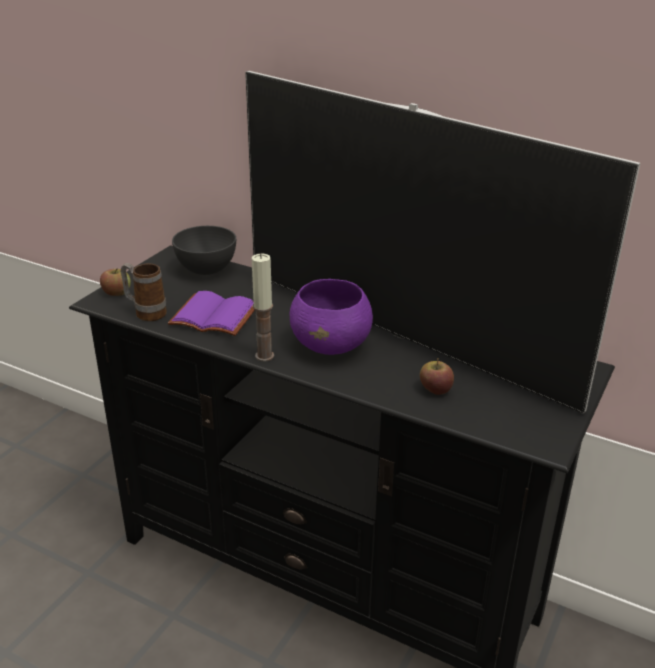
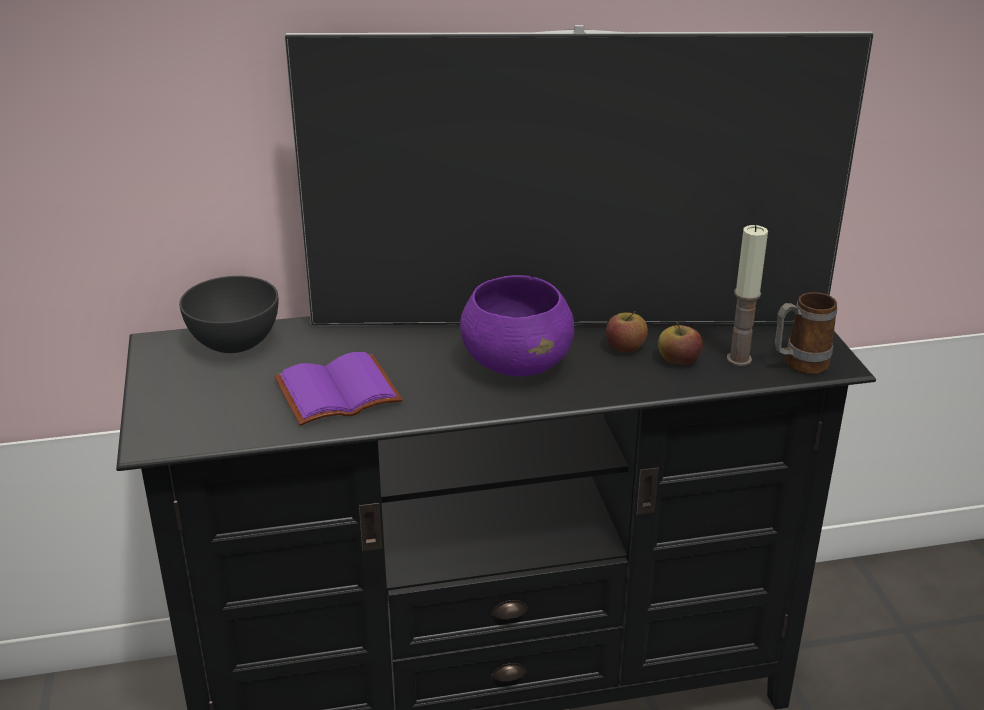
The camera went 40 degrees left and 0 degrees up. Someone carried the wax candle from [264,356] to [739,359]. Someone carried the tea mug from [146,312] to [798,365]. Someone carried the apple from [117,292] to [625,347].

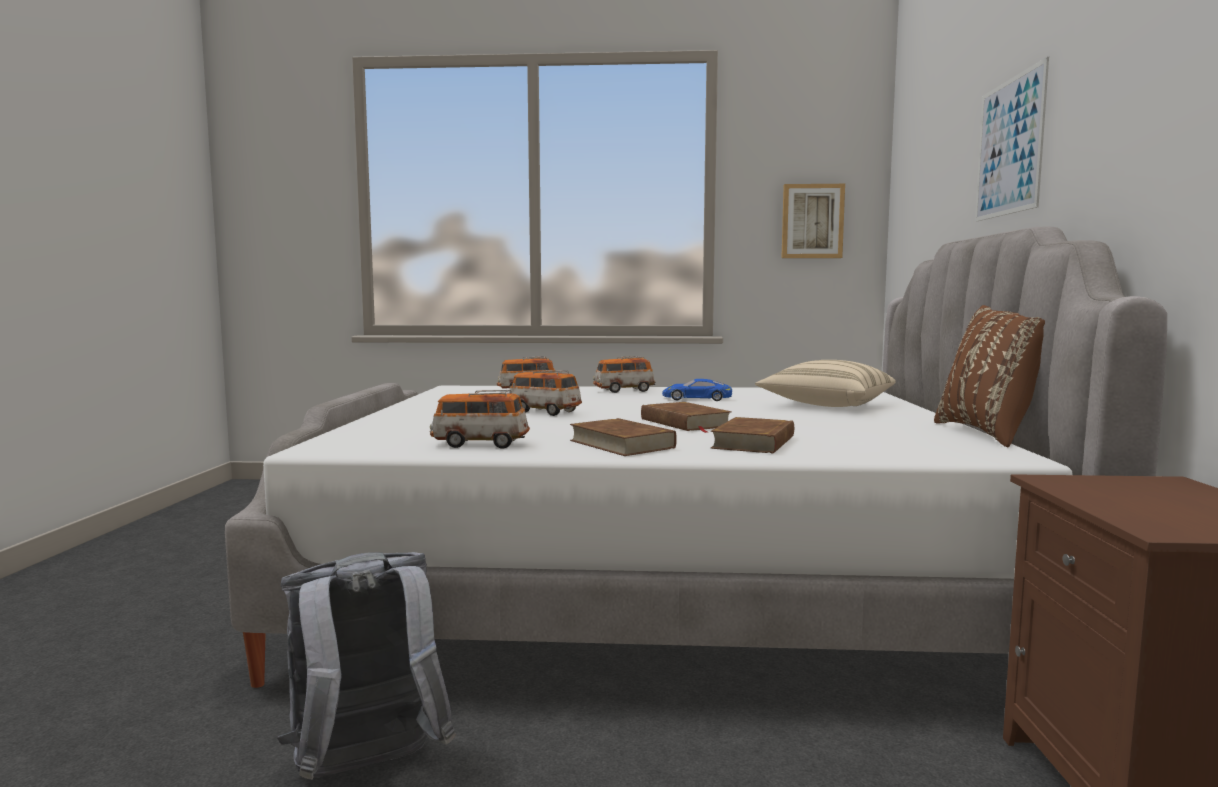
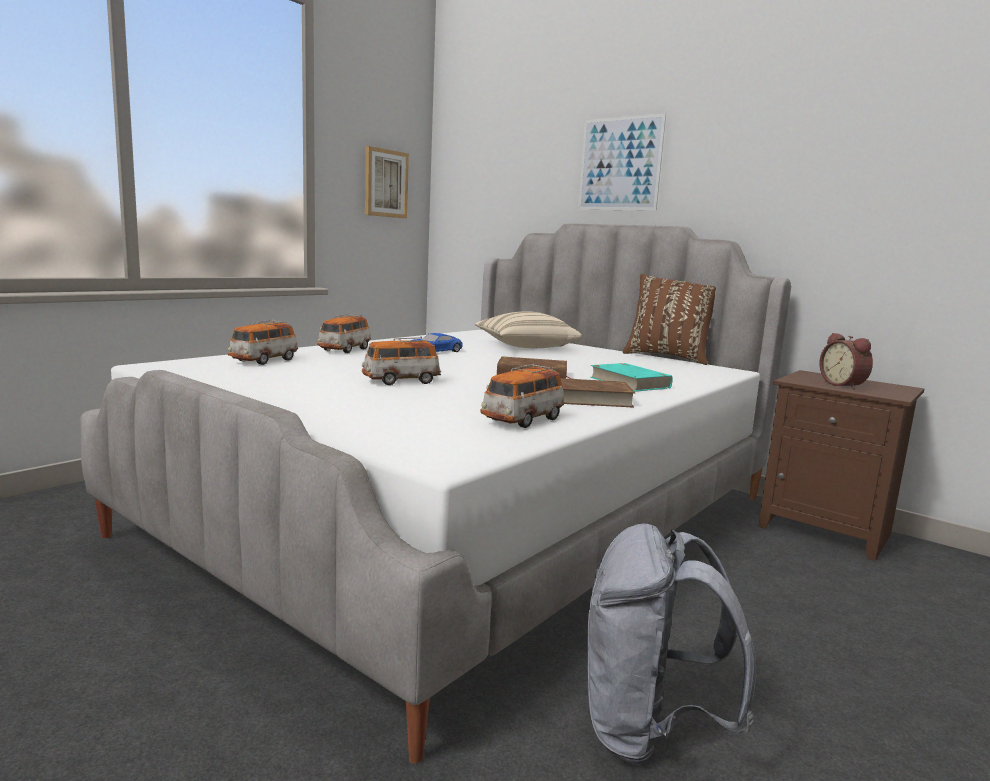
The camera went 55 degrees left and 5 degrees up. Someone repainted the book (brown-coloured) at [754,442], which became the book (turquoise-coloured) at [629,382]. Someone put down the alarm clock at [844,385].

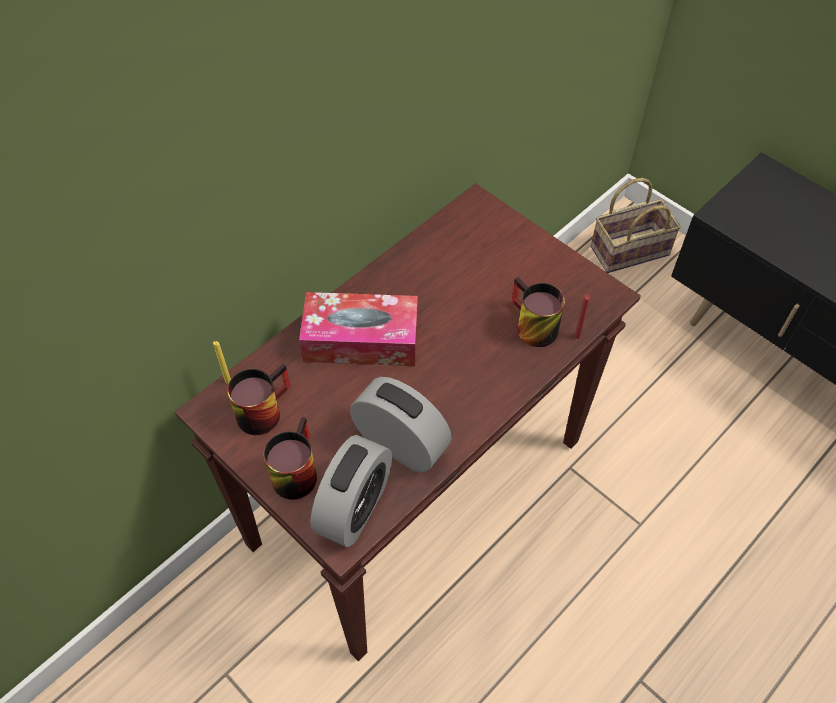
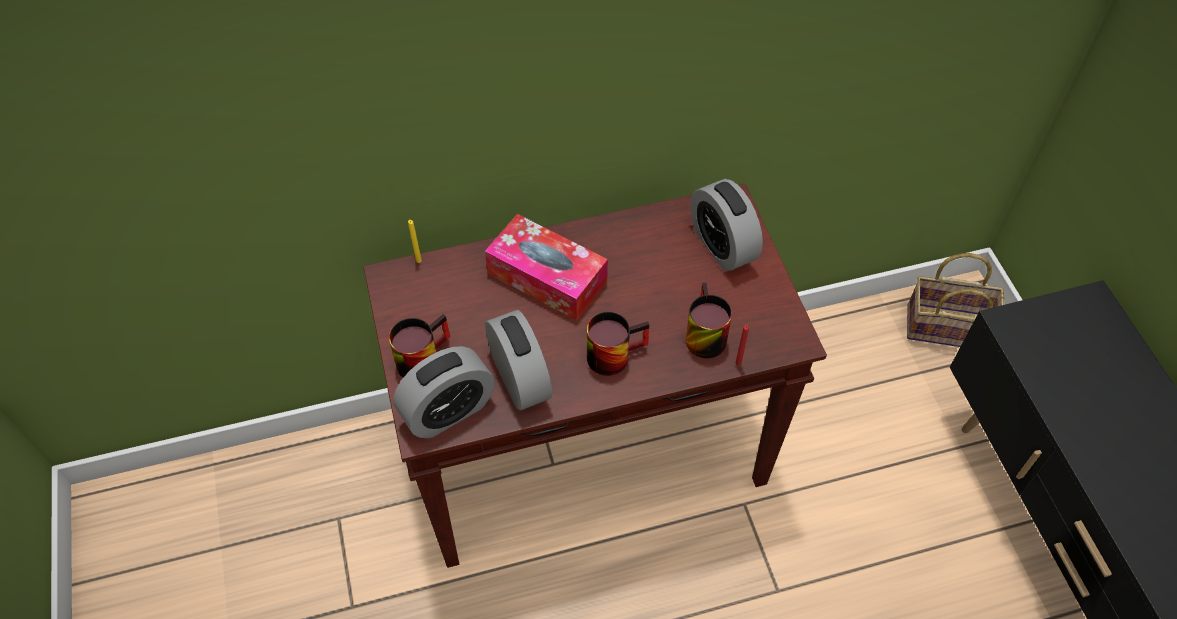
The camera went 30 degrees right and 0 degrees up. Someone carried the tea mug from [261,408] to [613,352]. Someone put down the alarm clock at [722,246].

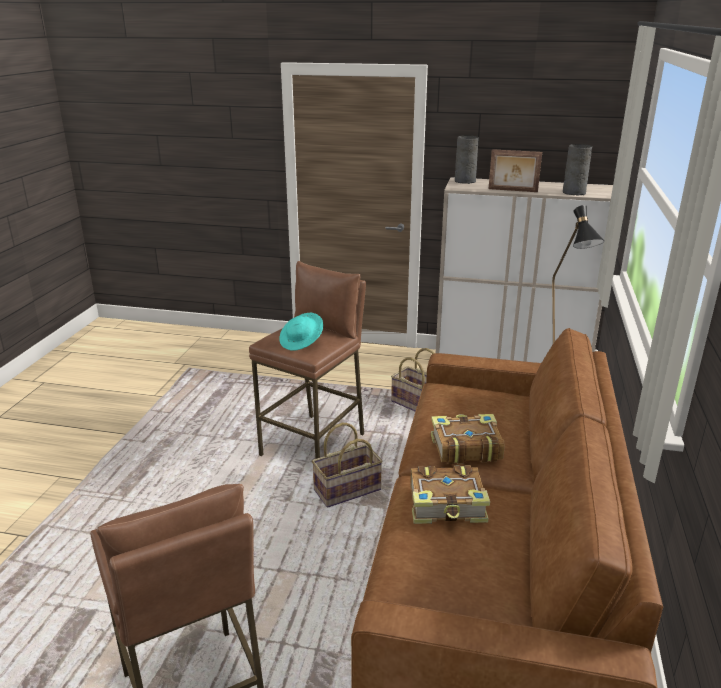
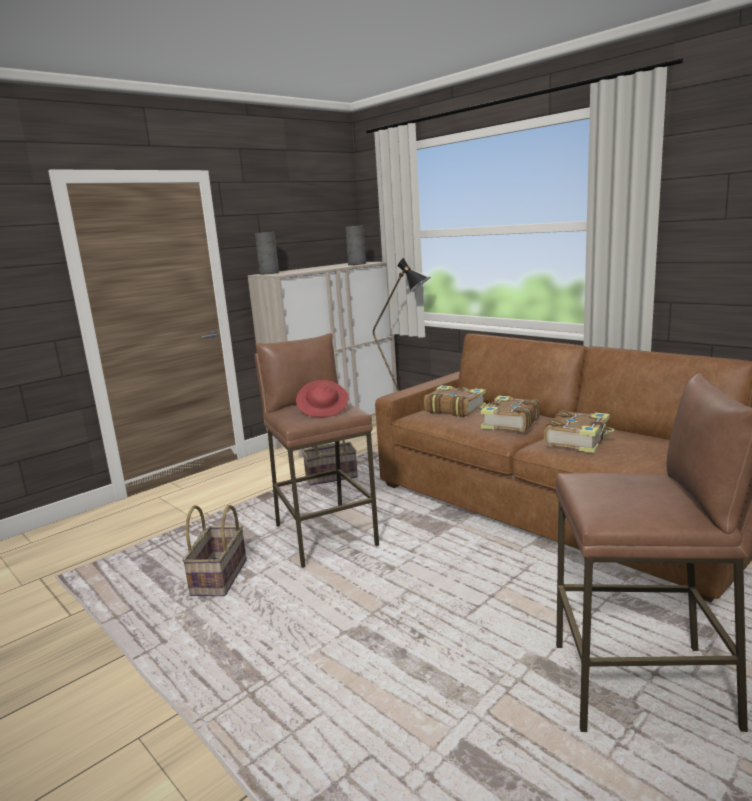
The camera went 55 degrees left and 10 degrees down. Someone took away the standing frame at [512,190]. Someone repainted the clothing hat (turquoise-coloured) at [302,342], which became the clothing hat (reddish) at [323,410]. Someone carried the household basket from [347,491] to [220,578]. Someone put down the book at [454,409].

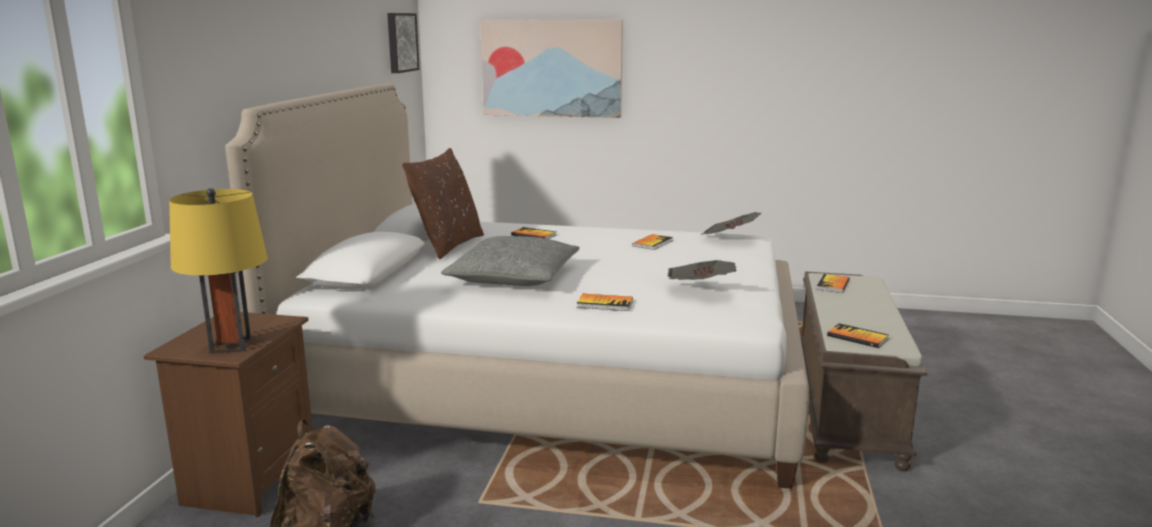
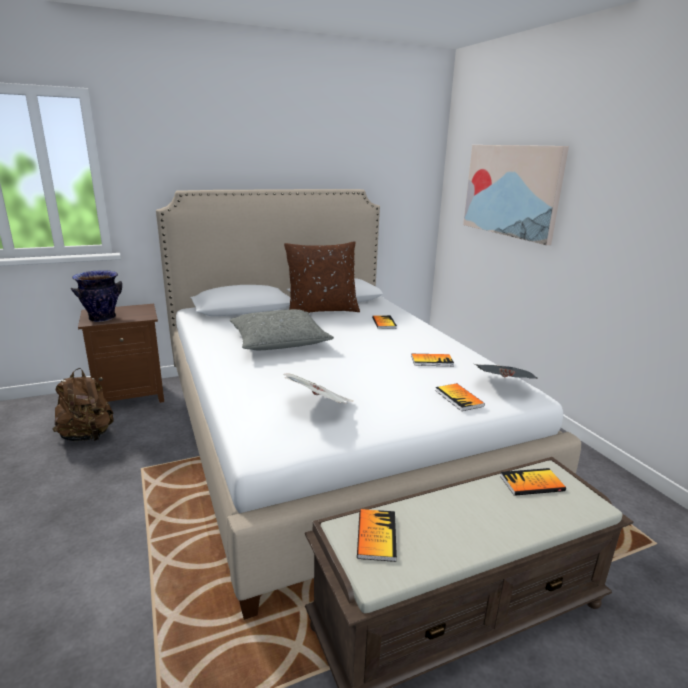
The camera went 55 degrees right and 5 degrees up. Someone took away the picture at [400,42]. Someone swapped the lamp for a table (yellowish) at [230,345] for the vase at [102,318]. Someone carried the book from [605,304] to [459,398].

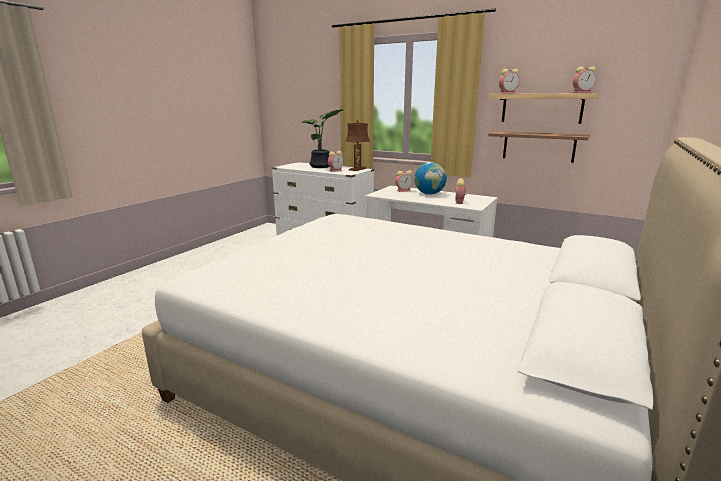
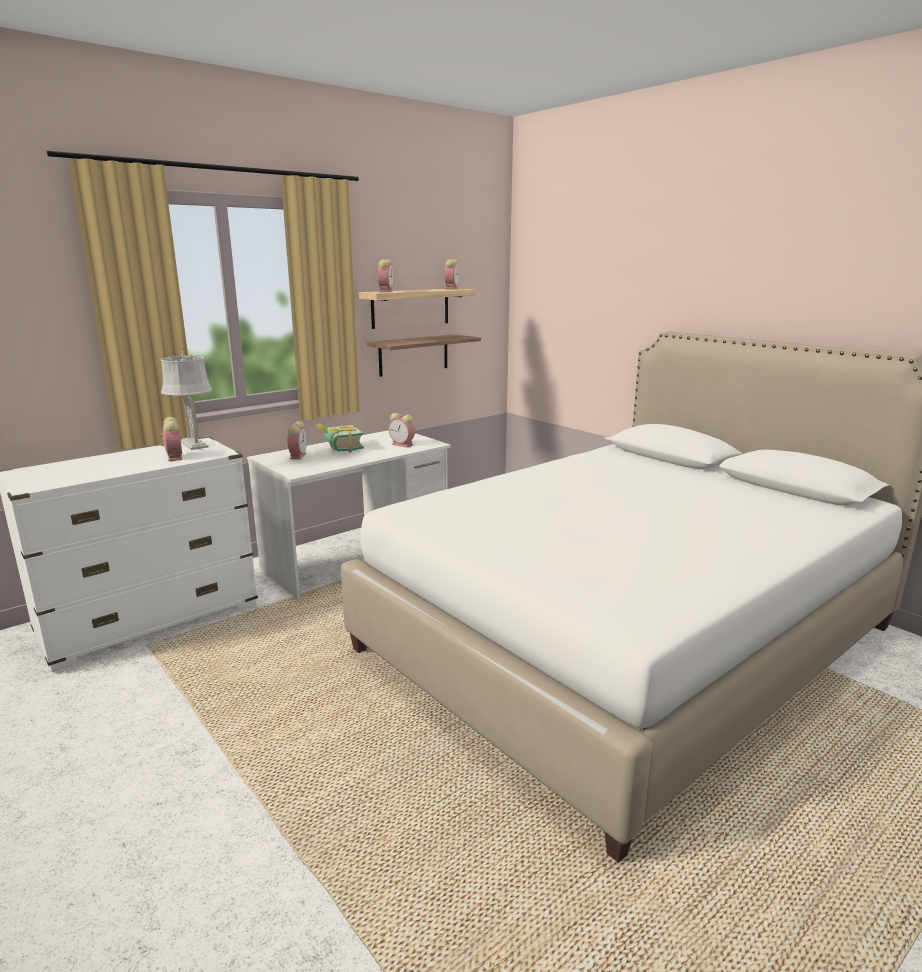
The camera went 70 degrees left and 0 degrees up. Someone took away the houseplant at [322,167]. Someone repainted the lamp for a table (brown-coloured) at [357,169], which became the lamp for a table (greyish) at [194,444]. Someone swapped the desk globe at [429,194] for the book at [339,448].

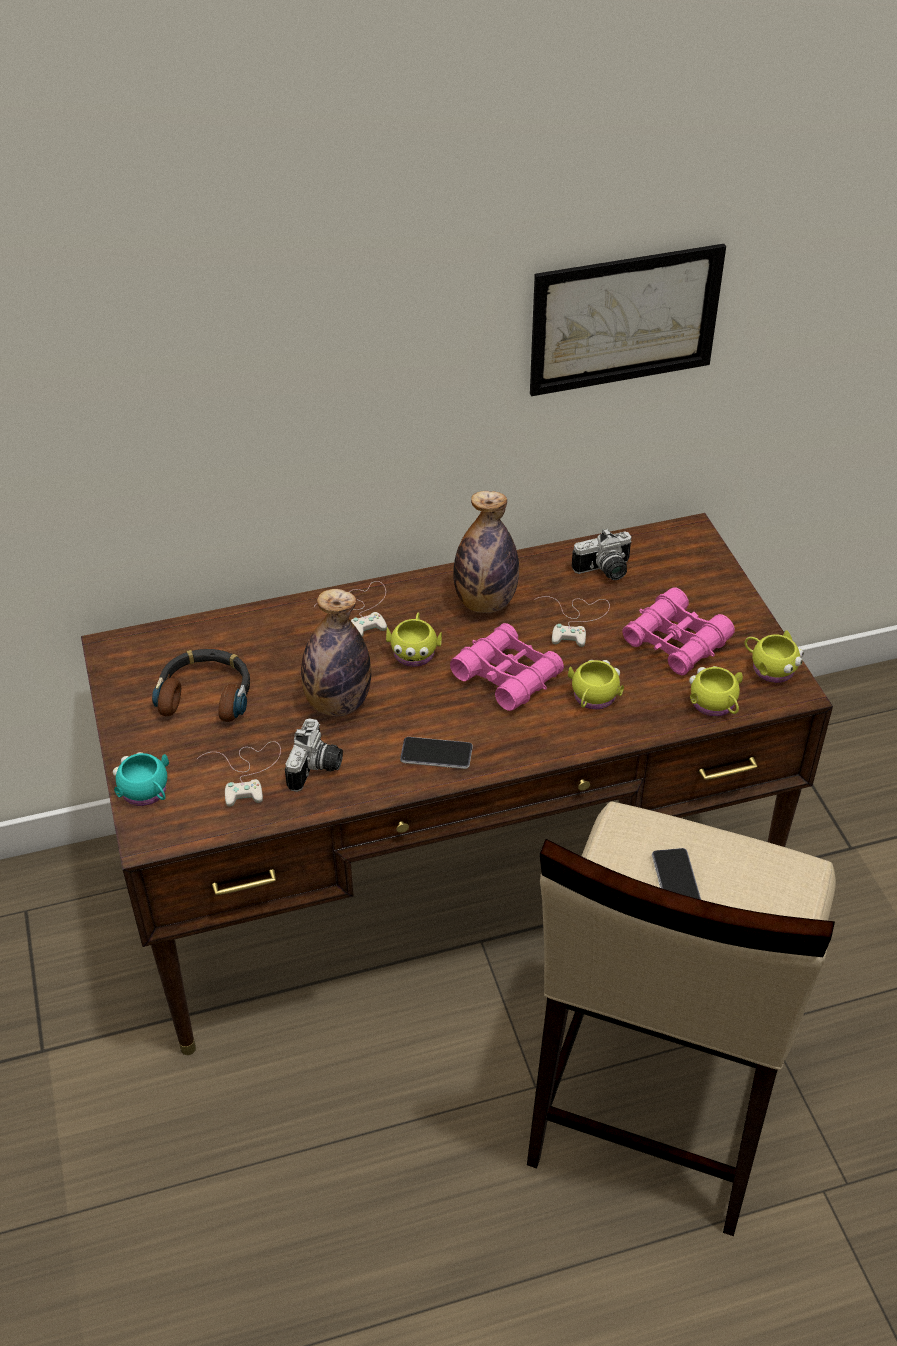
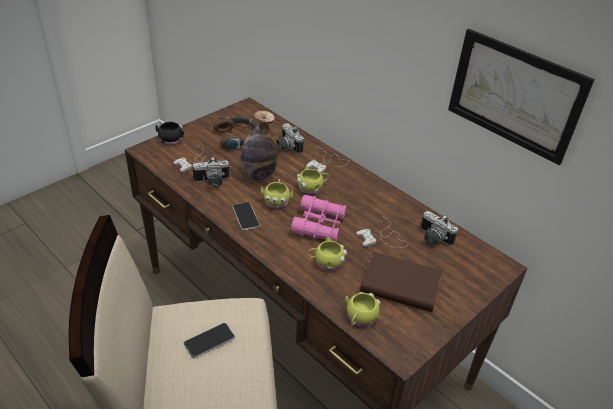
The camera went 60 degrees right and 5 degrees down. Someone took away the beverage bottle at [485,602]. Someone swapped the field glasses (pinkish) at [676,642] for the book (brown-coloured) at [400,285]. Someone carried the tea mug (yellowish) from [769,668] to [277,201]. Someone repainted the tea mug (turquoise-coloured) at [147,793], which became the tea mug (black) at [170,141]. Someone put down the photo camera at [286,147].

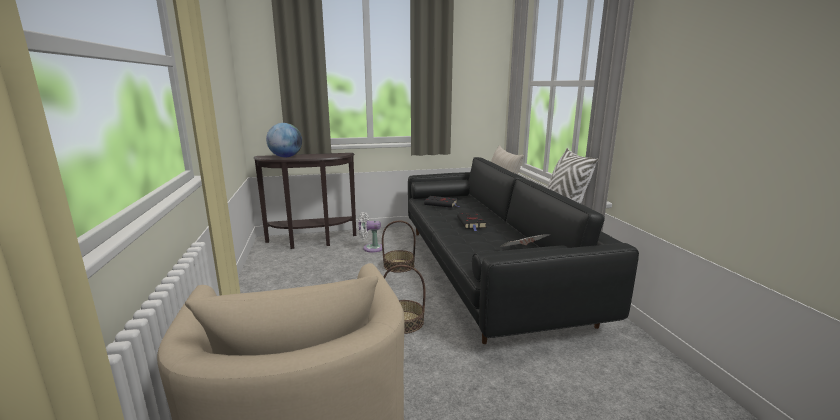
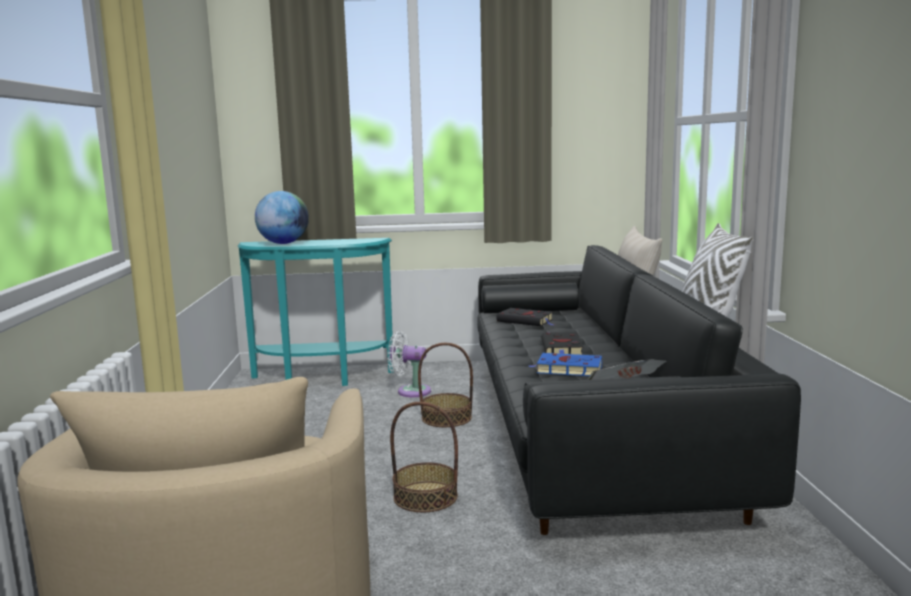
The camera went 10 degrees right and 5 degrees down. Someone repainted the narrow table (brown-coloured) at [311,242], which became the narrow table (turquoise-coloured) at [321,380]. Someone put down the book (bluish) at [567,369].

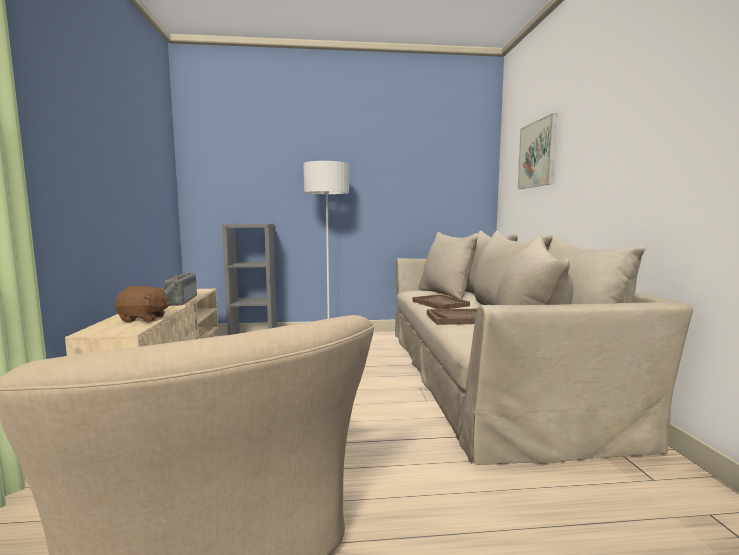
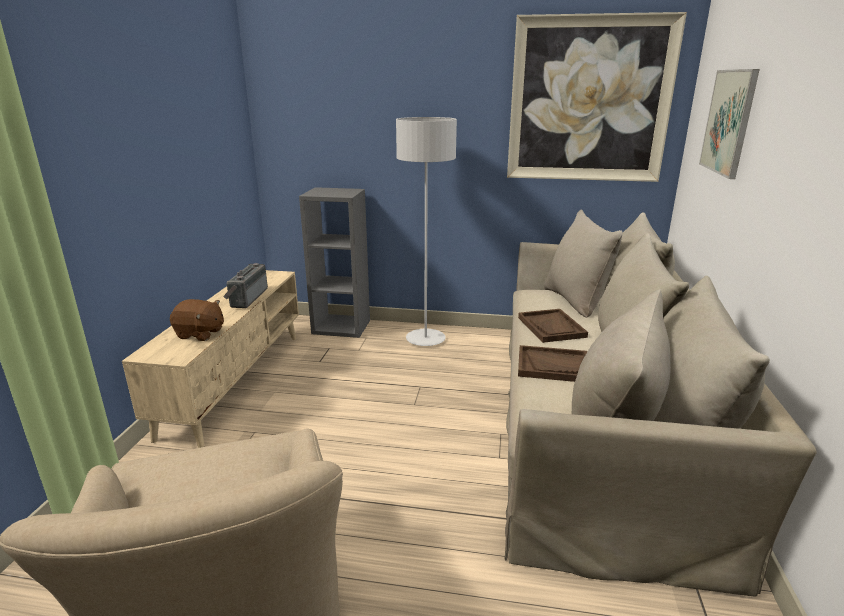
The camera went 15 degrees right and 15 degrees up. Someone put up the picture at [589,100].

